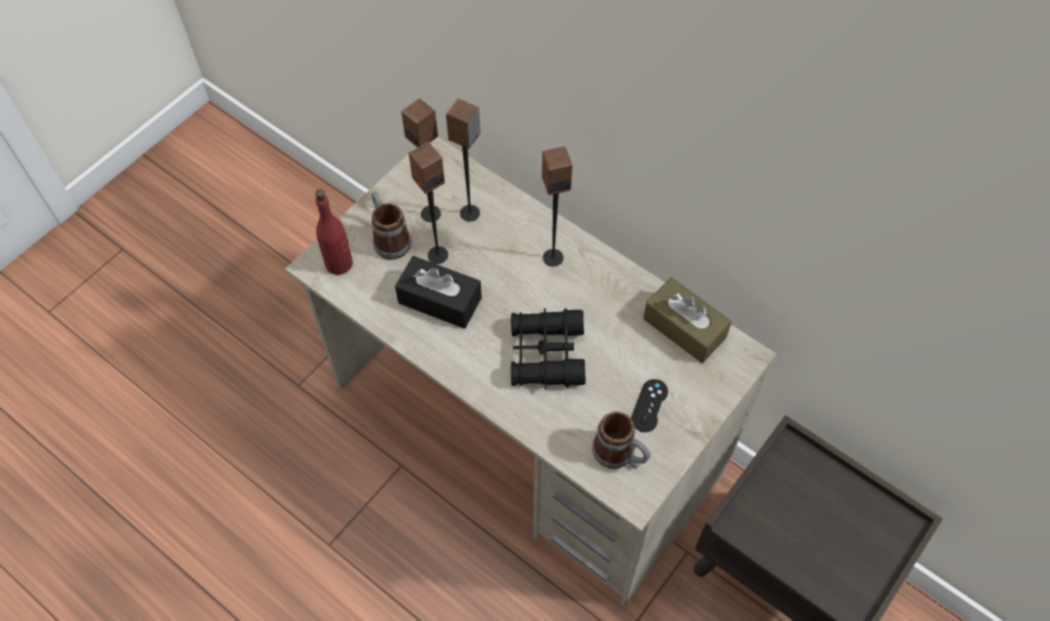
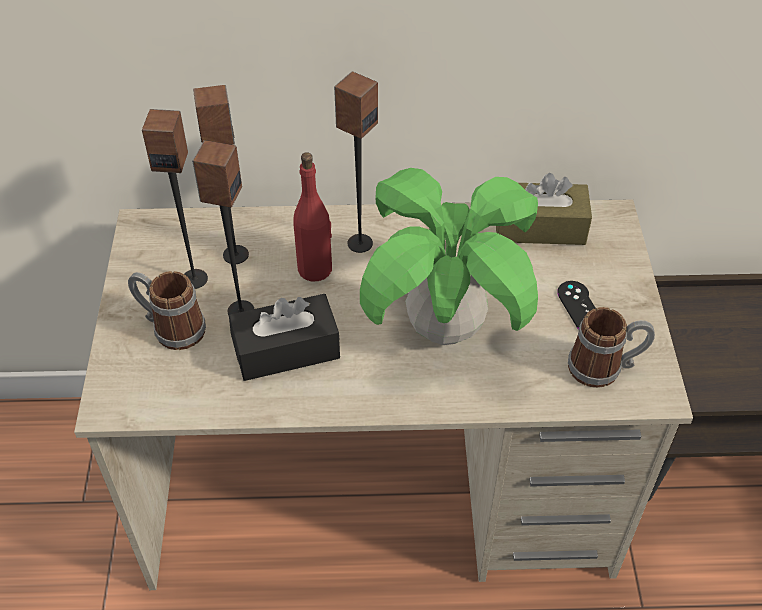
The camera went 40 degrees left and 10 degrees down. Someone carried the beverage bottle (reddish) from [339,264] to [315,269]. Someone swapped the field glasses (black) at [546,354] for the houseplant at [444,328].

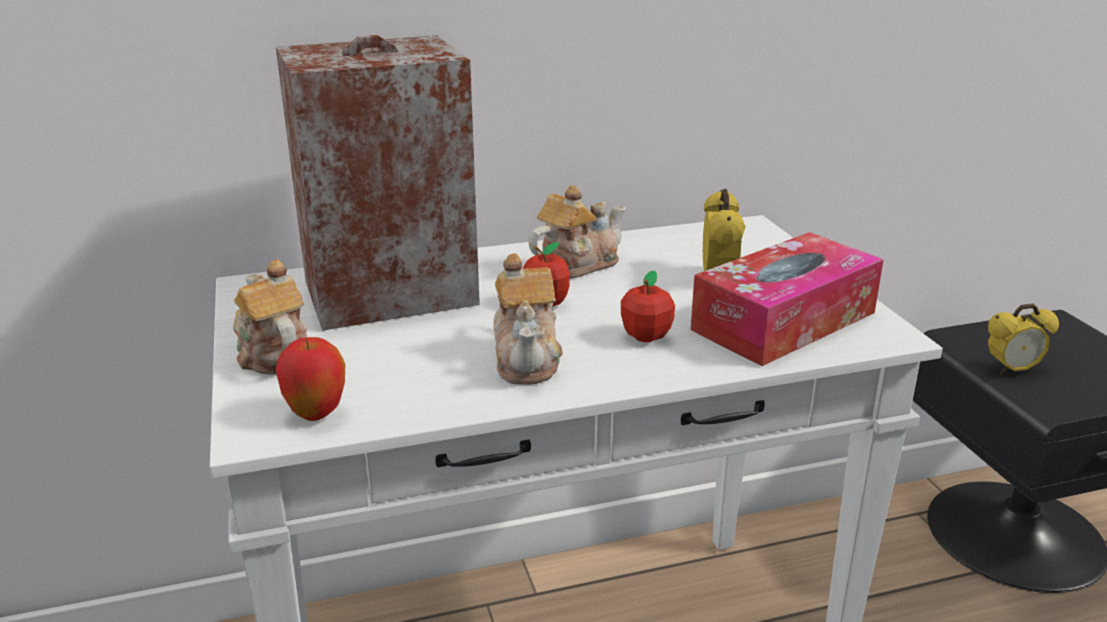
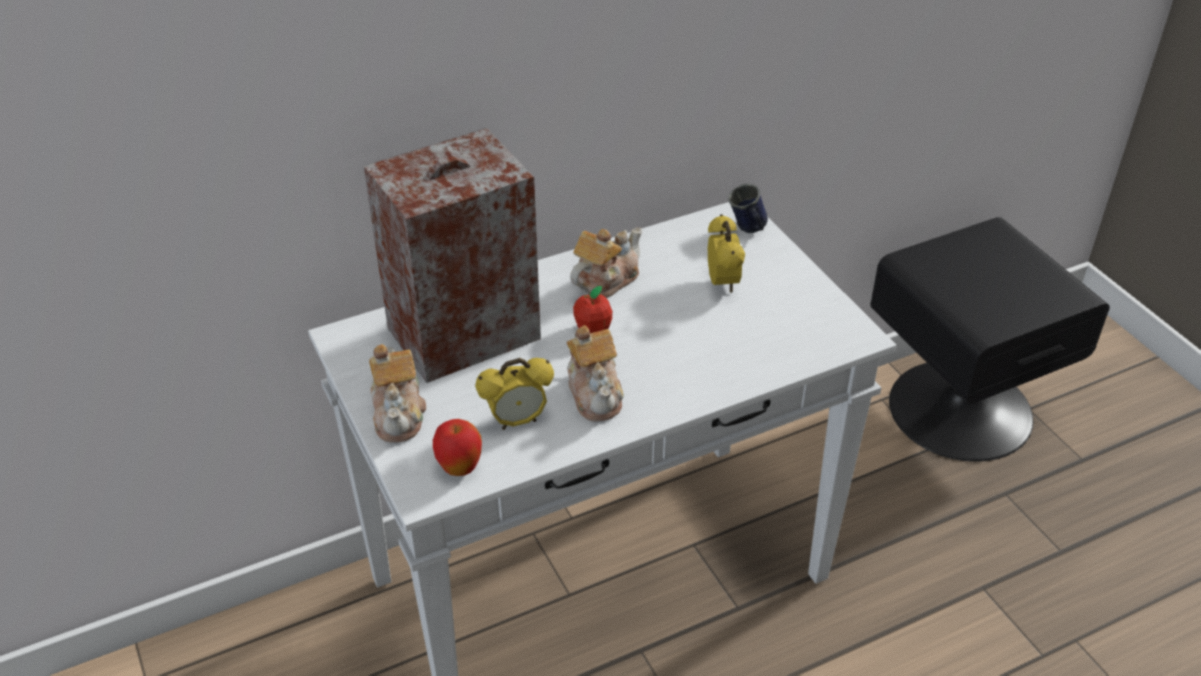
The camera went 10 degrees left and 15 degrees up. Someone took away the tissue holder at [784,321]. Someone rotated the tea pot at [272,354] by 150 degrees counterclockwise. Someone took away the apple at [646,336]. Someone carried the alarm clock from [1011,371] to [517,421]. Someone put down the tea mug (bluish) at [748,230].

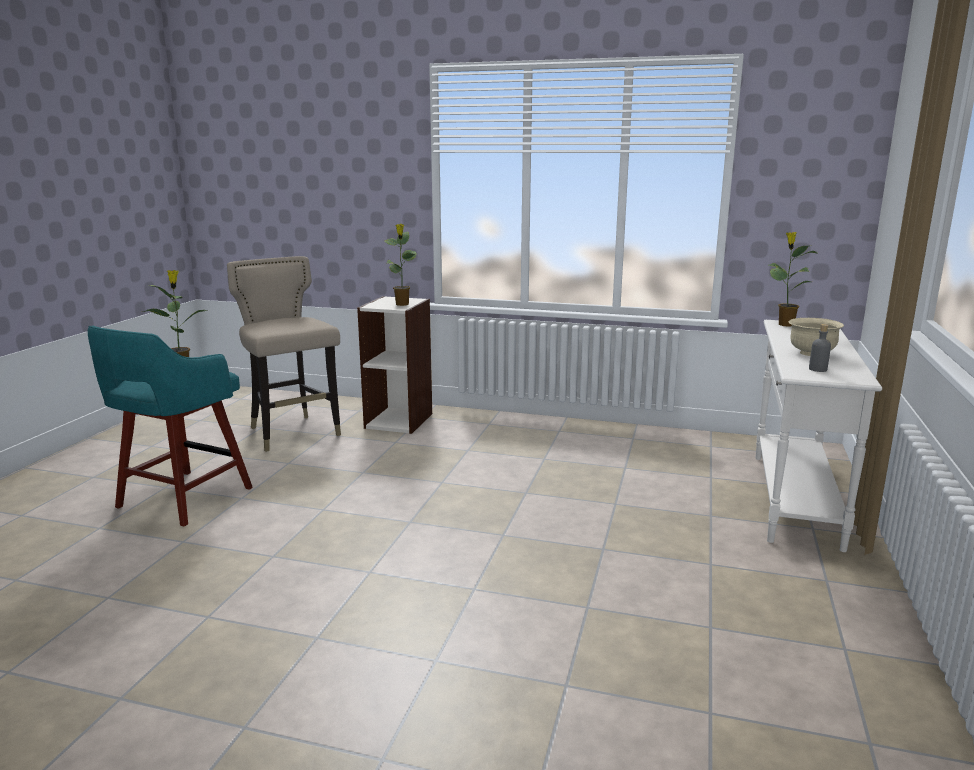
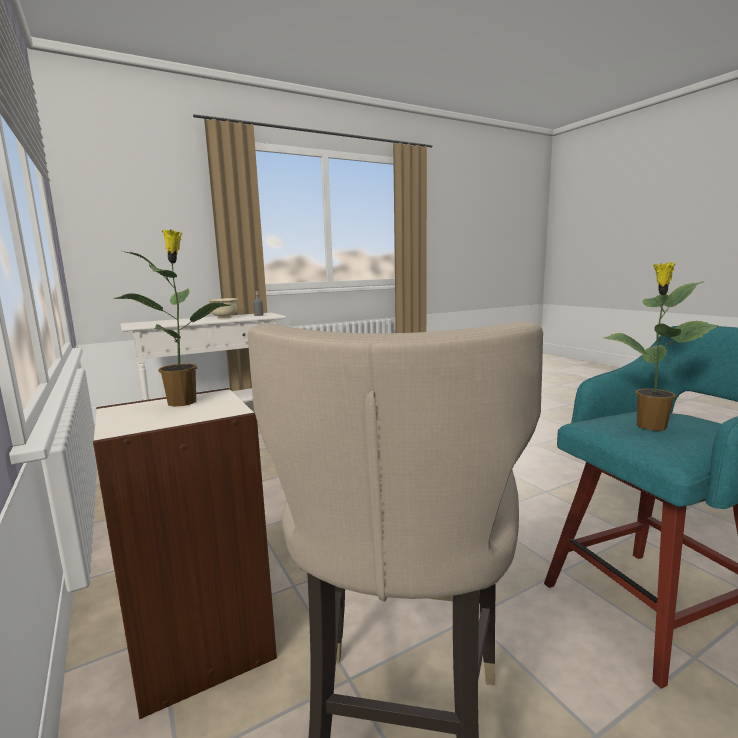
The camera went 135 degrees left and 5 degrees down. Someone took away the houseplant at [785,324].

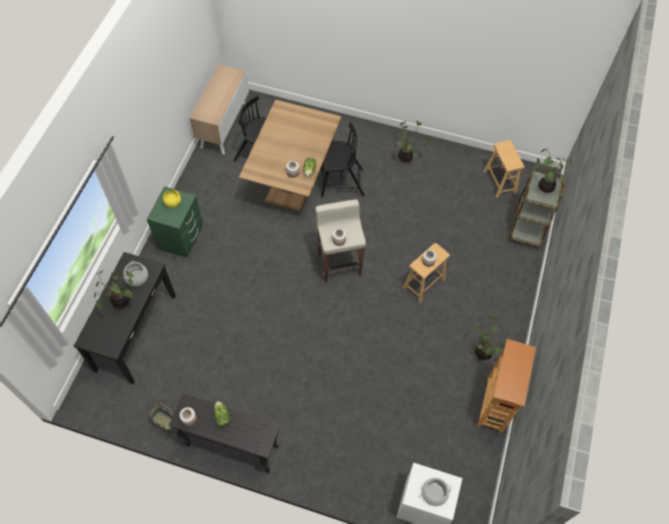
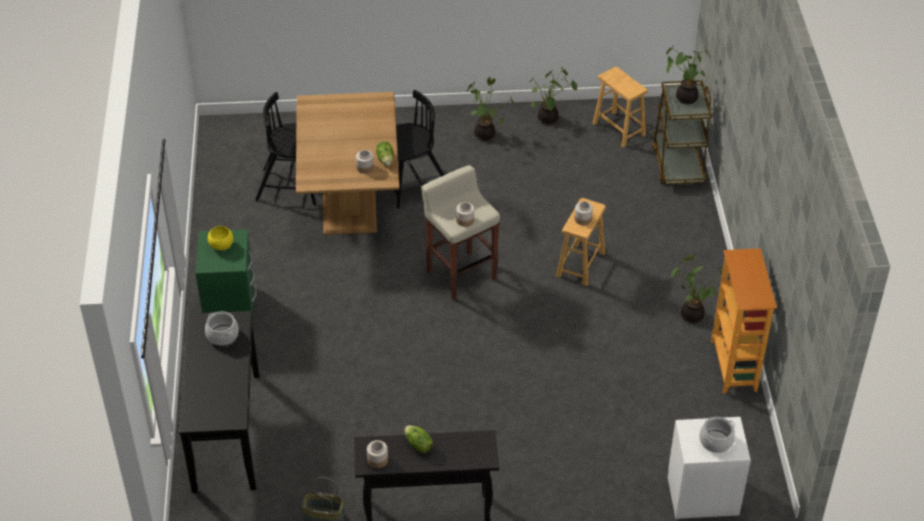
The camera went 20 degrees left and 15 degrees down. Someone took away the cabinet at [224,126]. Someone carried the houseplant from [121,303] to [548,120].

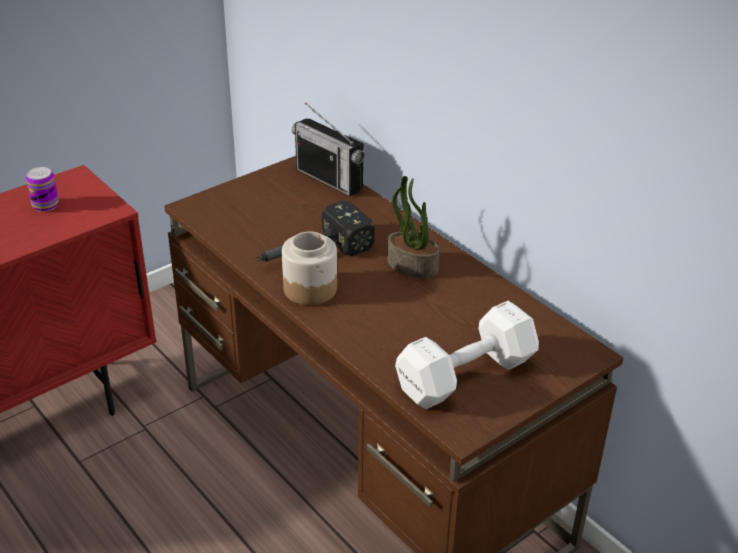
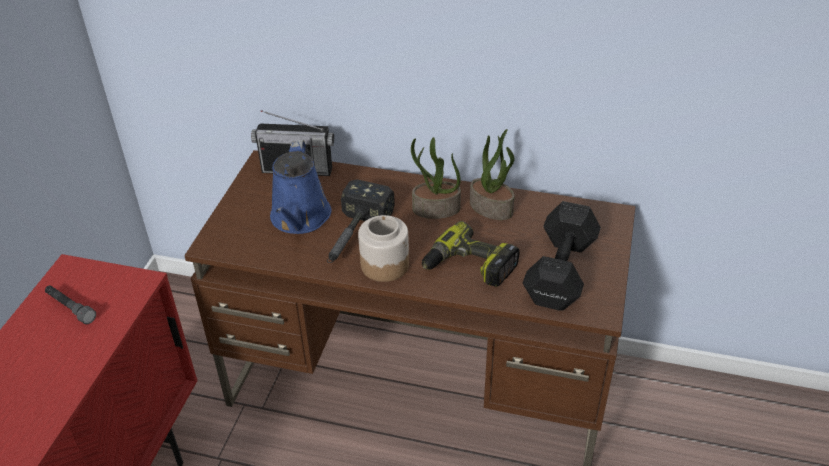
The camera went 35 degrees left and 5 degrees up. Someone swapped the can at [45,205] for the flashlight (greyish) at [70,308]. Someone repainted the free weight (white) at [469,375], which became the free weight (black) at [562,270]. Someone put down the houseplant at [492,208]. Someone put down the watering can (bluish) at [300,218]. Someone put down the electric drill at [469,267].

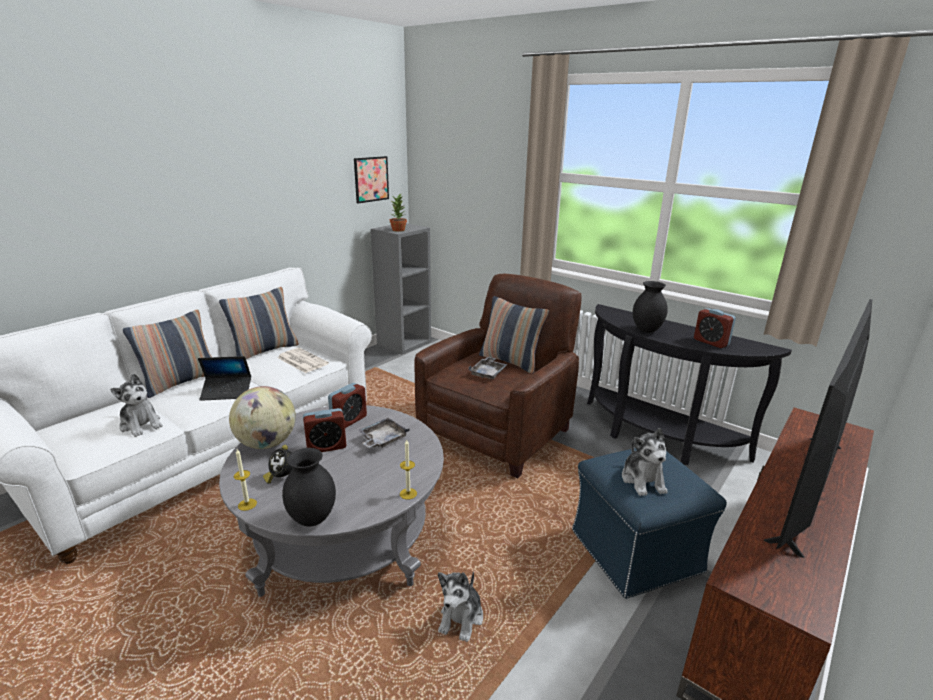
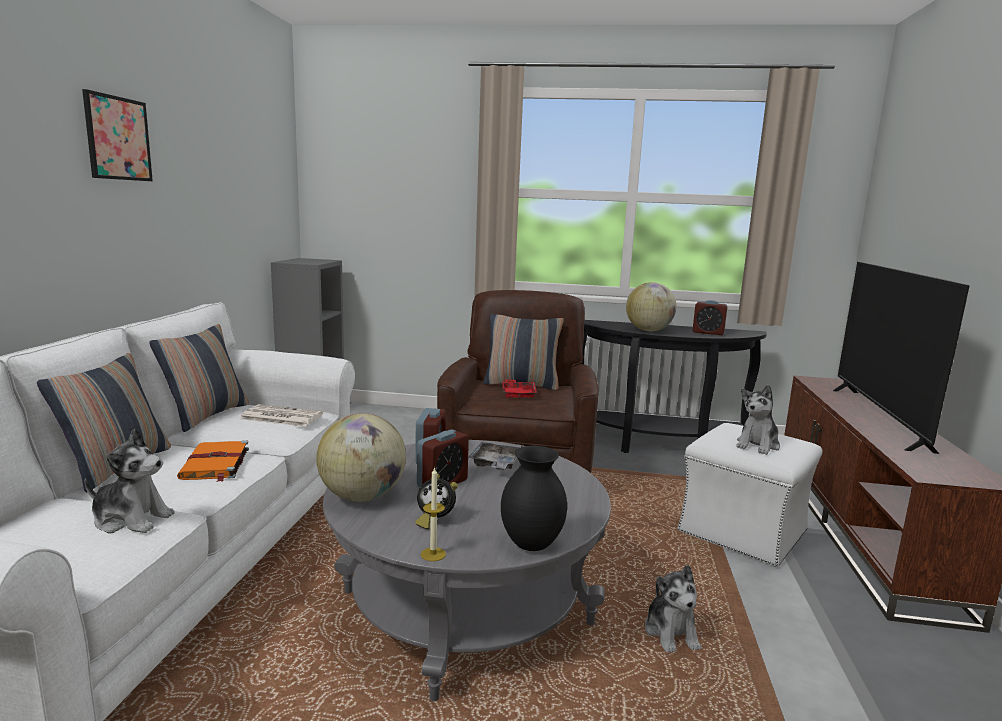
The camera went 30 degrees left and 10 degrees down. Someone carried the picture from [371,179] to [118,138]. Someone took away the houseplant at [398,230]. Someone swapped the vase (black) at [647,330] for the desk globe at [648,330]. Someone swapped the portable computer at [227,392] for the book (orange-coloured) at [215,464]. Someone repainted the carrying tray (greyish) at [488,373], which became the carrying tray (reddish) at [518,394]. Someone rotated the cuddly toy at [643,480] by 75 degrees clockwise. Someone took away the wax candle at [408,493]. Someone repainted the footrest (bluish) at [636,552], which became the footrest (white) at [743,531].

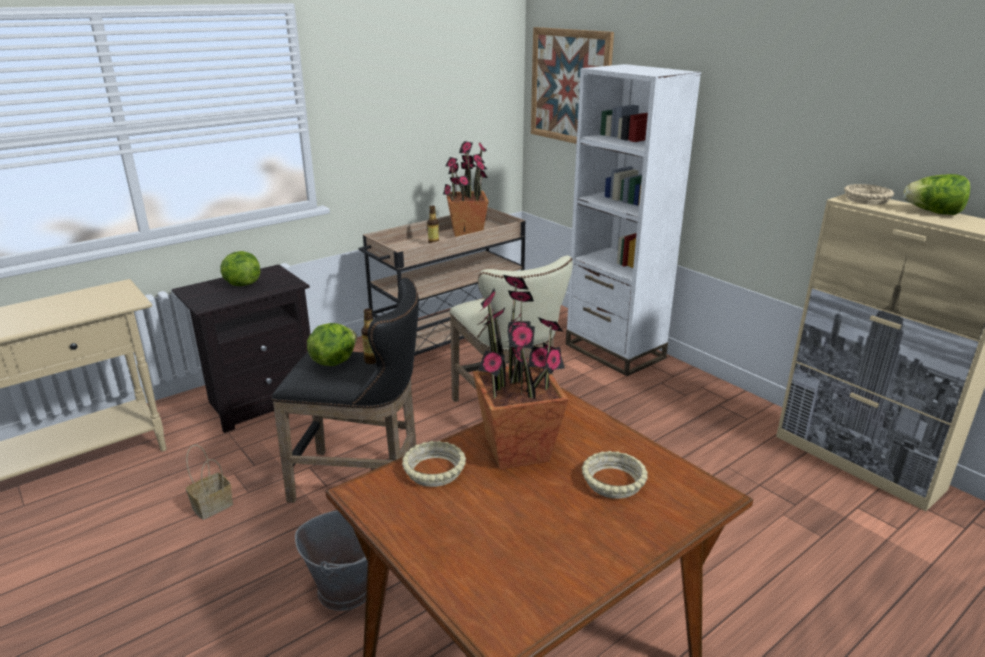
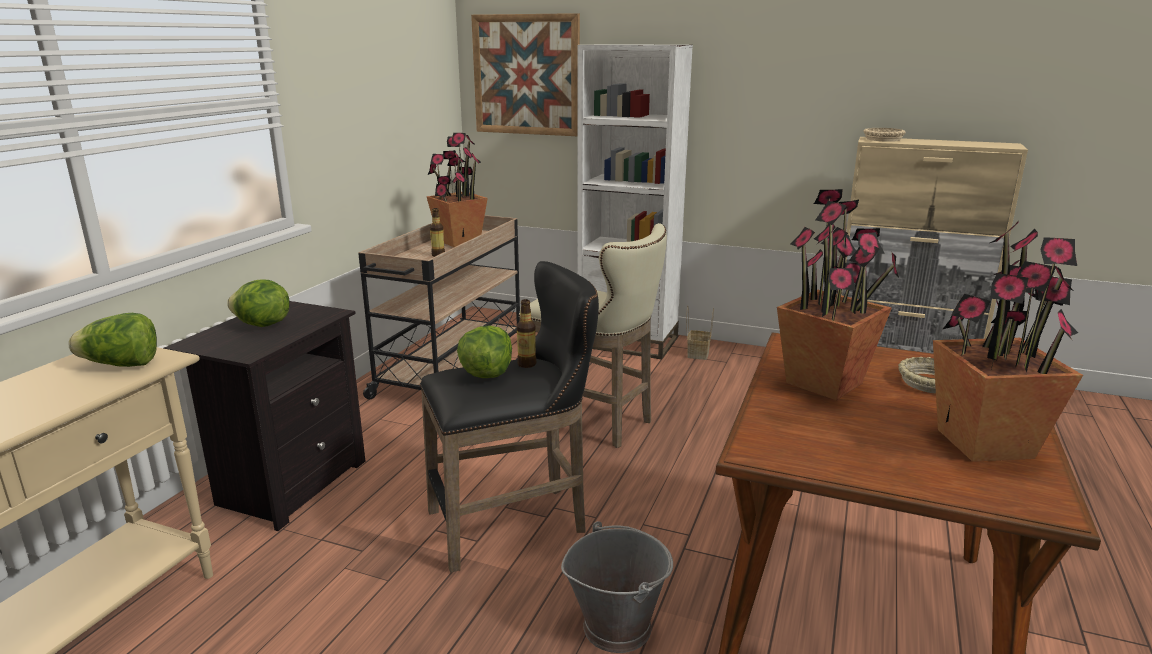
The camera went 30 degrees left and 5 degrees down. Someone carried the lettuce from [933,212] to [121,365]. Someone took away the deep dish (sand-coloured) at [434,470]. Someone carried the household basket from [213,505] to [697,353]. Someone put down the houseplant at [985,443].

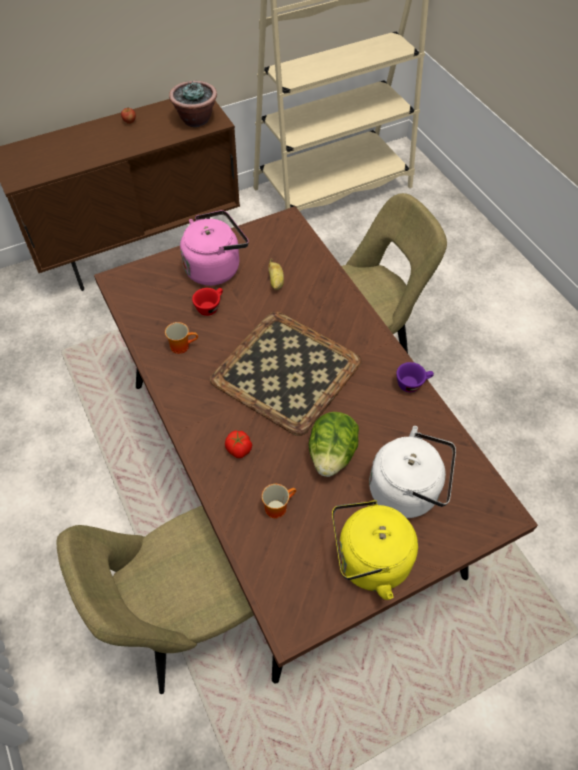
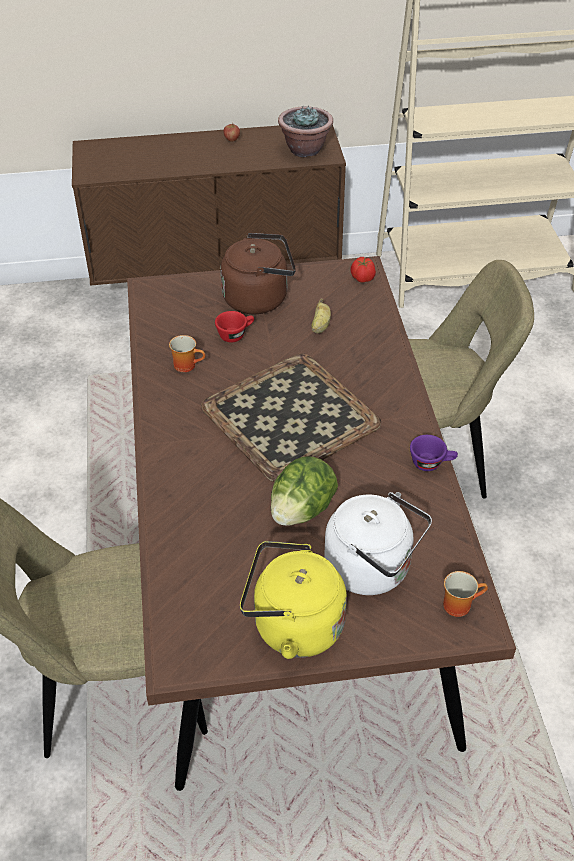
The camera went 20 degrees right and 10 degrees down. Someone repainted the tea kettle (pinkish) at [215,267], which became the tea kettle (brown-coloured) at [259,298]. Someone carried the tomato from [239,450] to [362,278]. Someone carried the tea mug from [277,505] to [459,603].

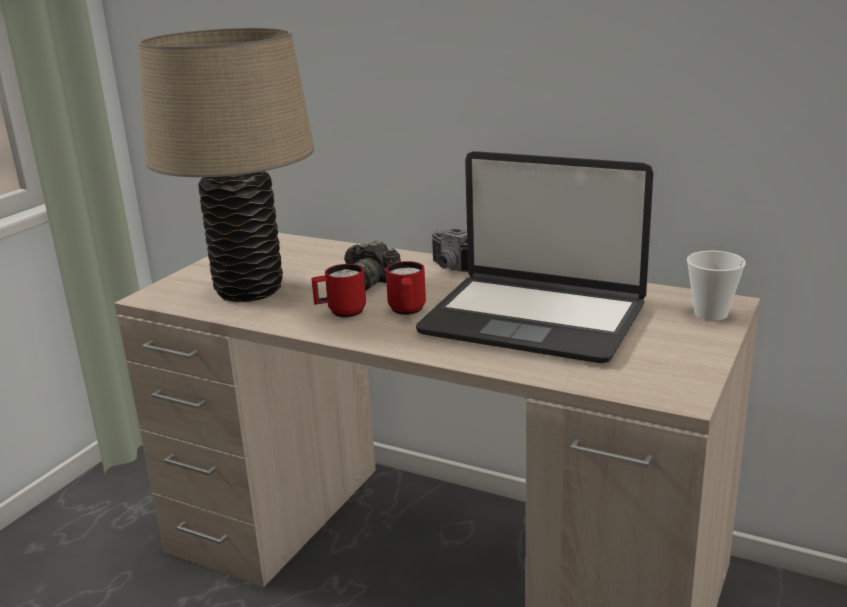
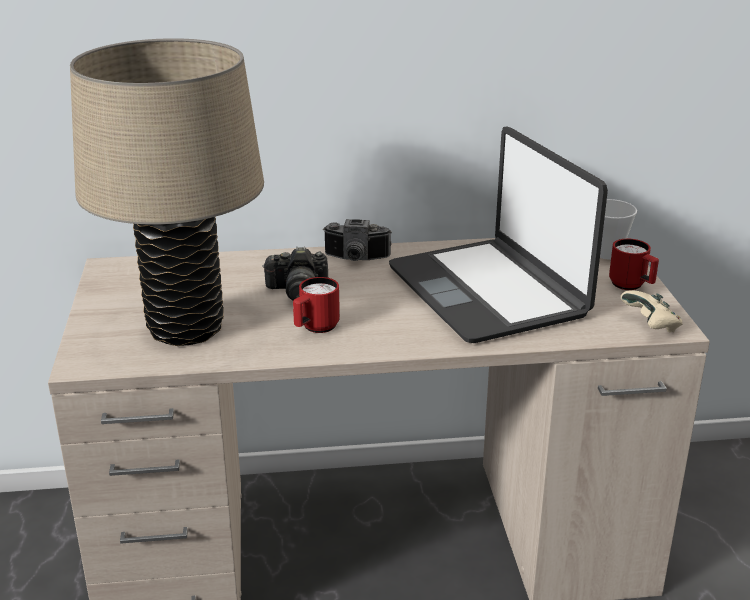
The camera went 35 degrees left and 5 degrees up. Someone rotated the portable computer at [534,319] by 75 degrees clockwise. Someone carried the tea mug (reddish) from [407,311] to [631,286]. Someone put down the game controller (sand-coloured) at [651,326].

